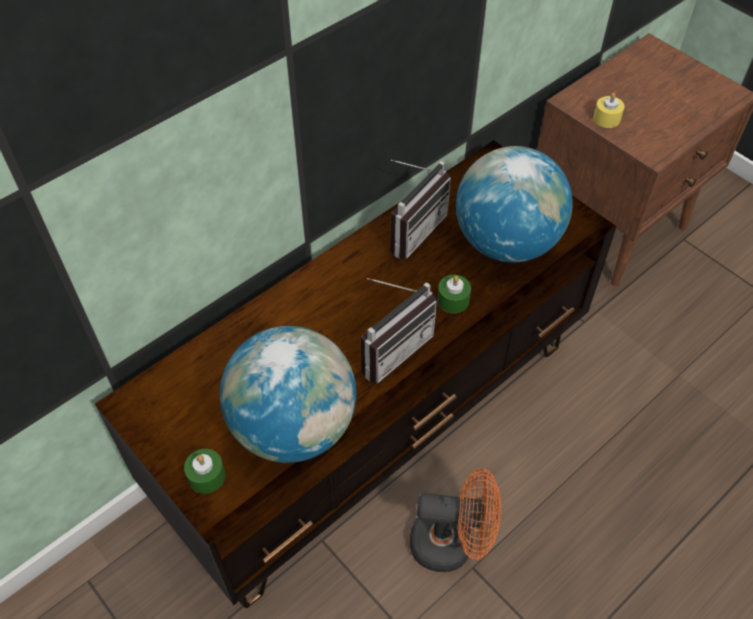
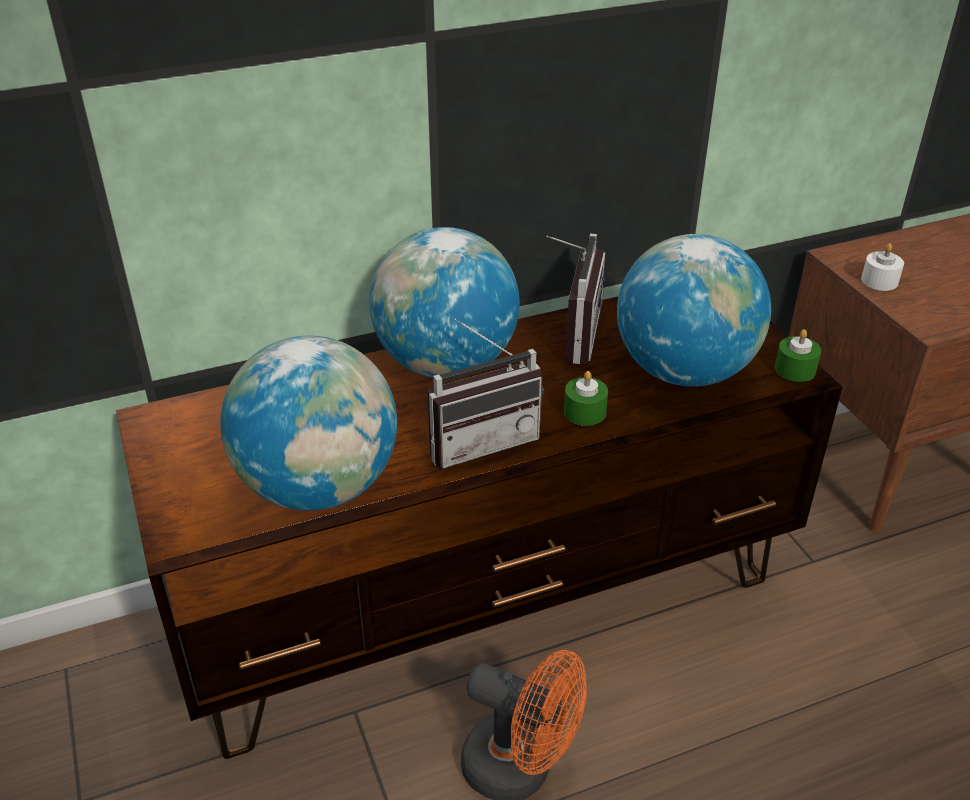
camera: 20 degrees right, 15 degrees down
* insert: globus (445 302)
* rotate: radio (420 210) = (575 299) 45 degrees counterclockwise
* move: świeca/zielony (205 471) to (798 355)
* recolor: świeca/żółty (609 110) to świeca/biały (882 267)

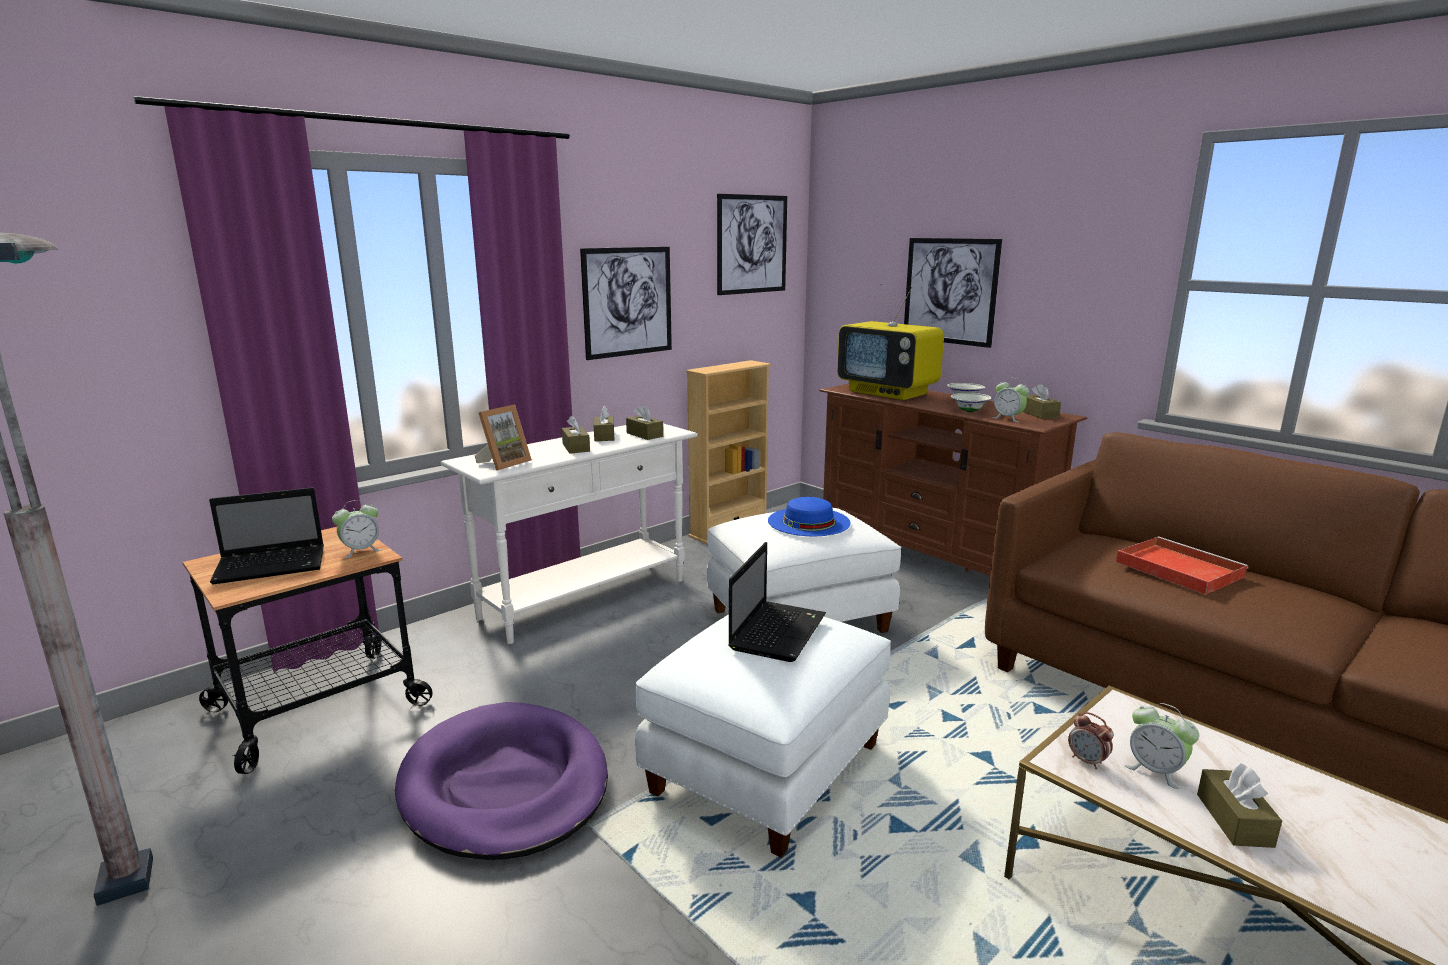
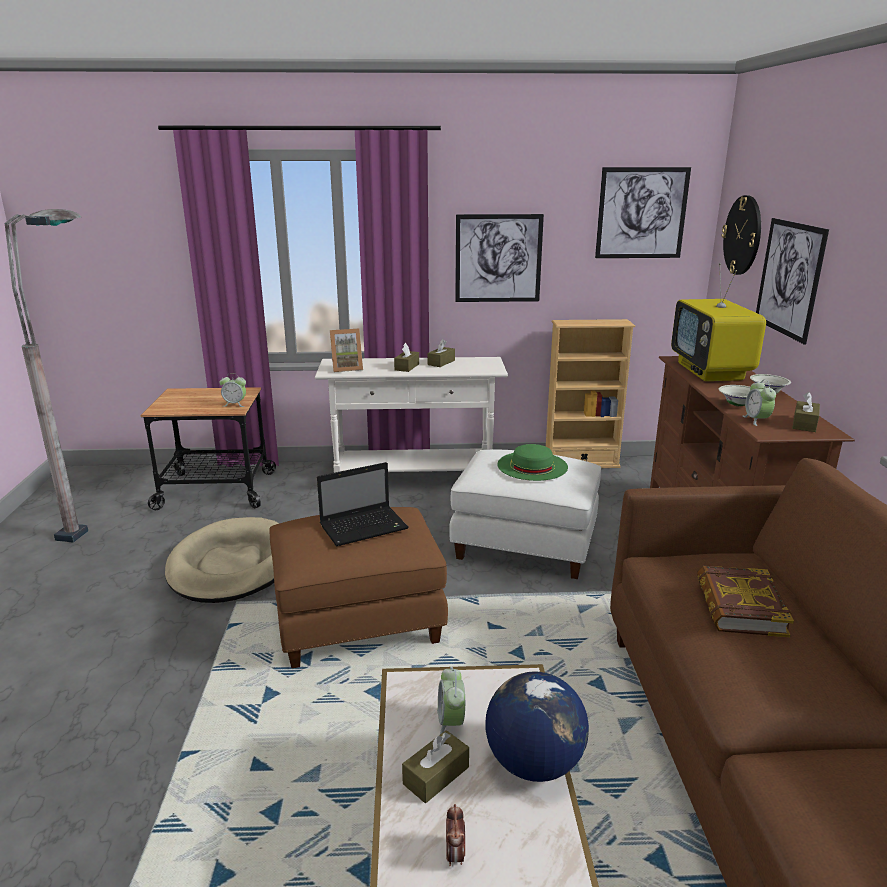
camera: 40 degrees right, 5 degrees up
* recolor: legowisko/fioletowy (501 781) to legowisko/beżowy (222 560)
* recolor: pufa/biały (763 736) to pufa/brązowy (359 587)
* move: budzik (1091 740) to (455 835)
* insert: globus (537 726)
* recolor: kapelusz/niebieski (809 516) to kapelusz/zielony (532 462)
* replace: taca/czerwony (1182 566) to książka (745 601)
* insert: zegar ścienny (741 235)
* delete: laptop (266 535)
* delete: pudełko chusteczek/brązowy (644 422)

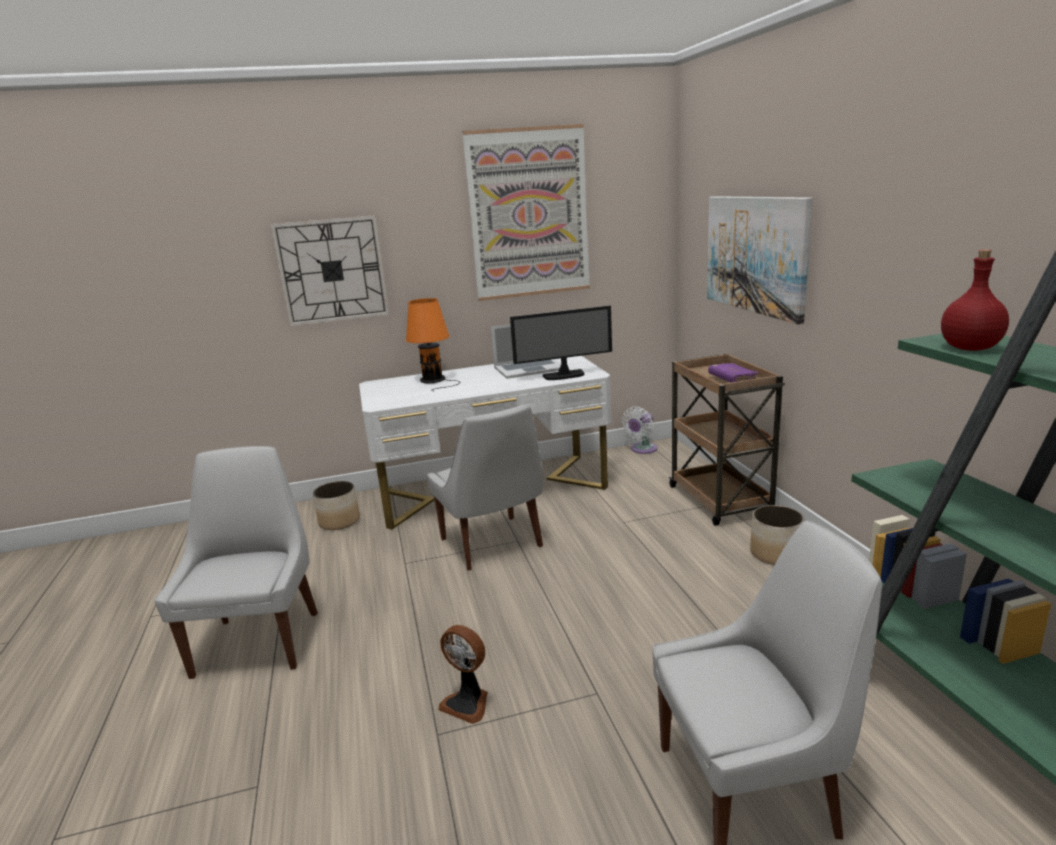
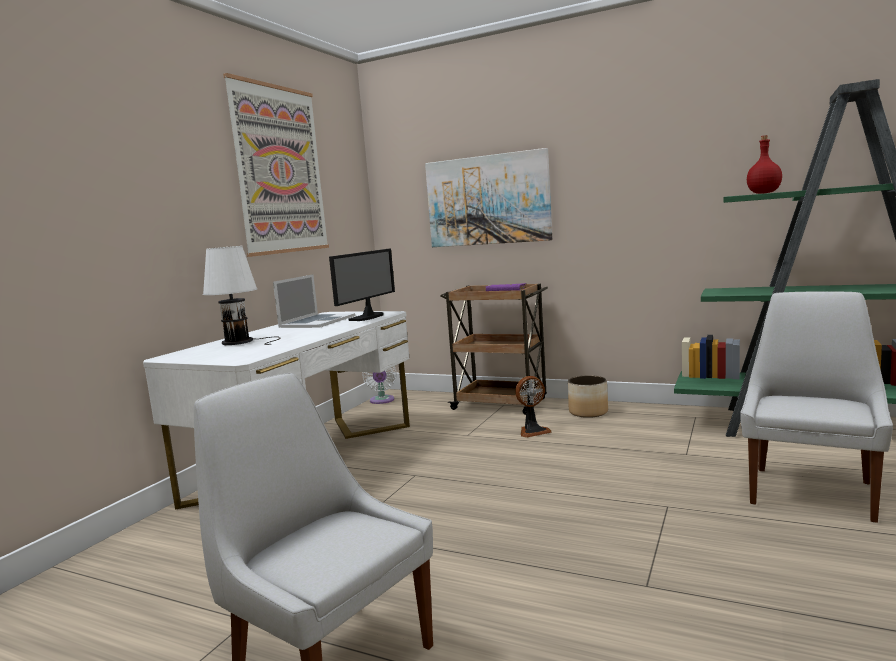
camera: 50 degrees left, 10 degrees down
* recolor: lampa stołowa/pomarańczowy (433 344) to lampa stołowa/biały (241 295)
* move: wentylator (463 674) to (533 407)
* delete: zegar ścienny (329 270)
* delete: donica (336 505)
* delete: krzesło/biały (485 487)

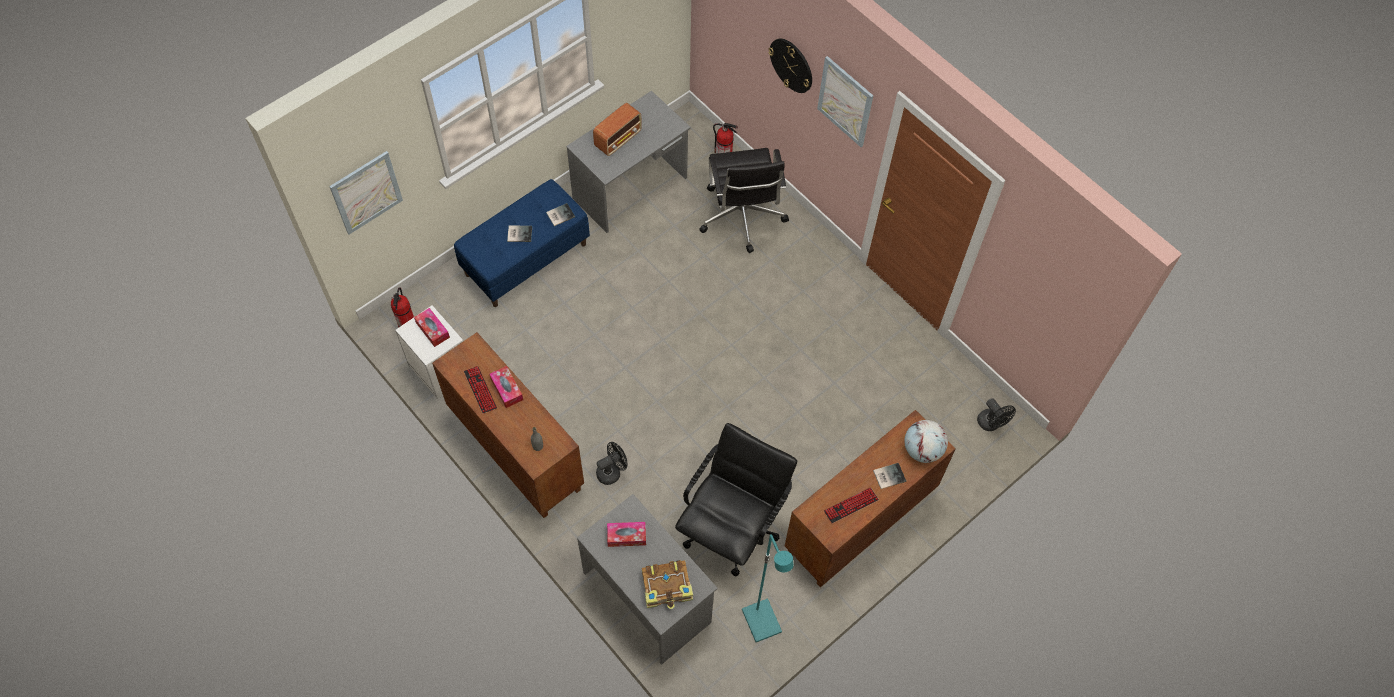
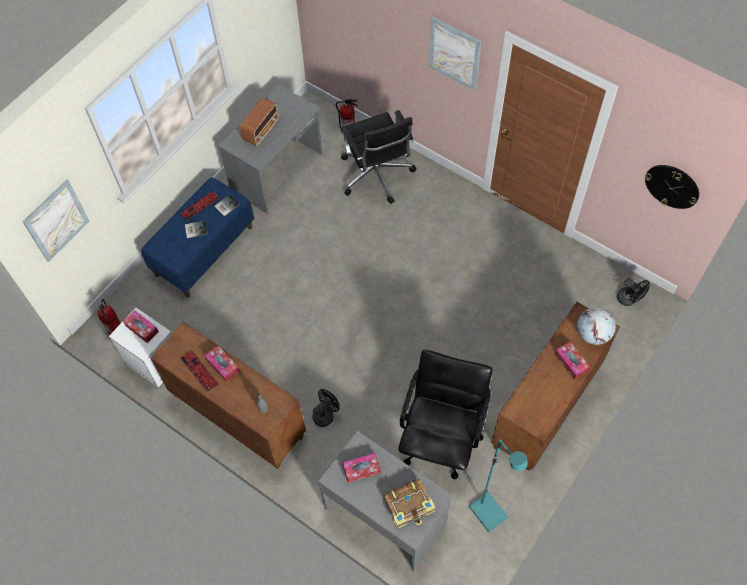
camera: 10 degrees left, 0 degrees up
* move: klawiatura (851 505) to (200 206)
* replace: książka (889 476) to pudełko chusteczek (572 360)
* move: zegar ścienny (790 65) to (672 187)

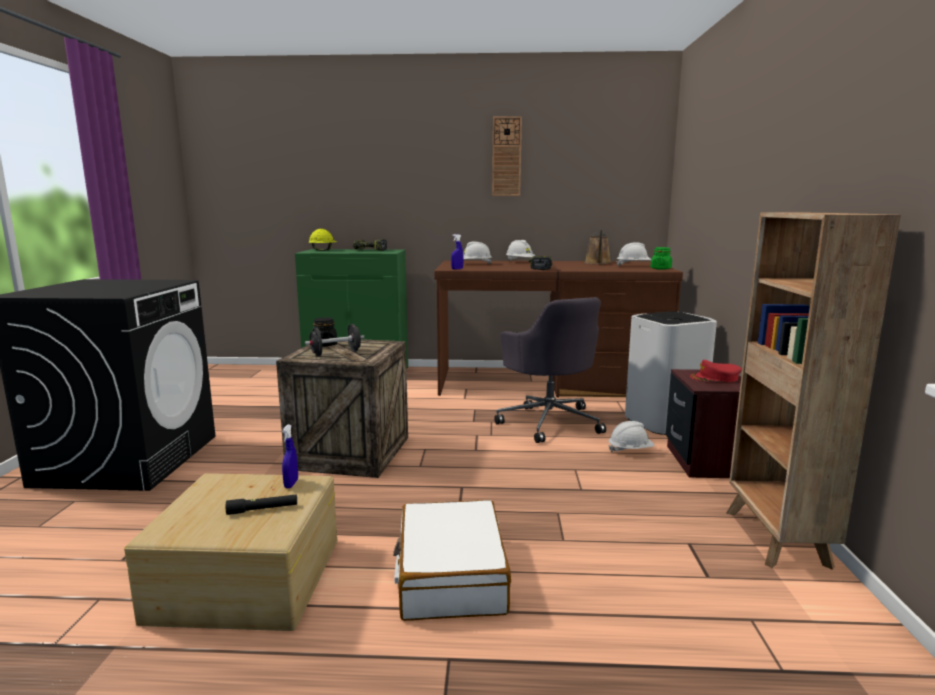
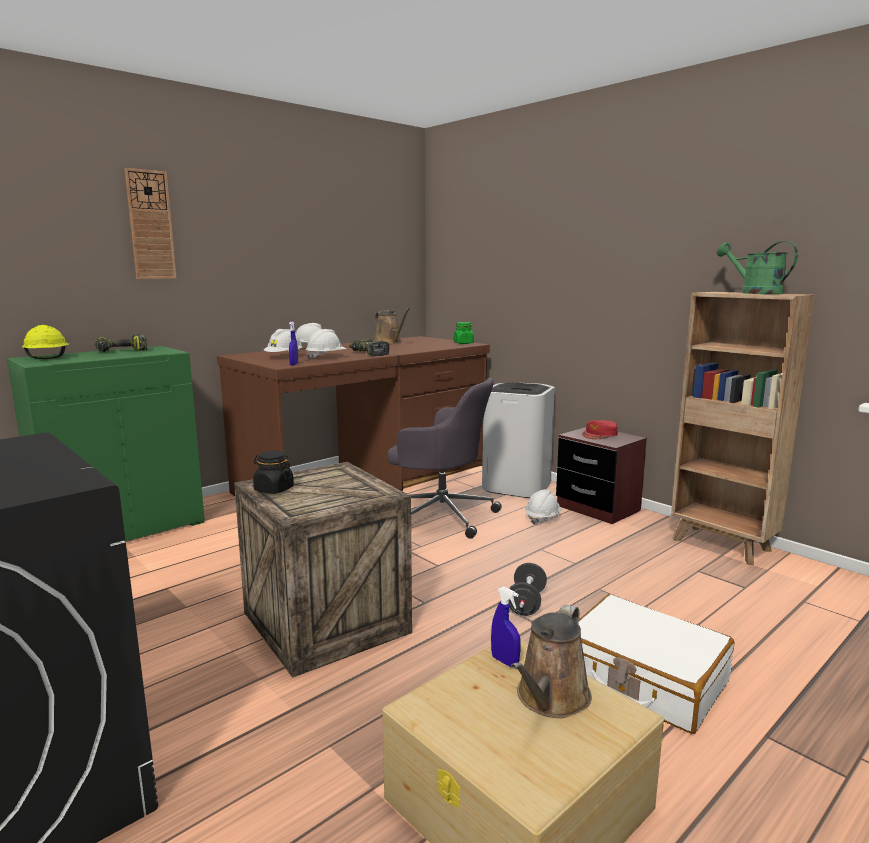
camera: 45 degrees left, 0 degrees up
* move: zegar ścienny (507 156) to (150 223)
* move: kask/biały (633 254) to (325 344)
* move: hantel/czarny (334 340) to (528 589)
* replace: latarka/czarny (261 505) to konewka/brązowy (551 661)
* insert: konewka/zielony (757 267)

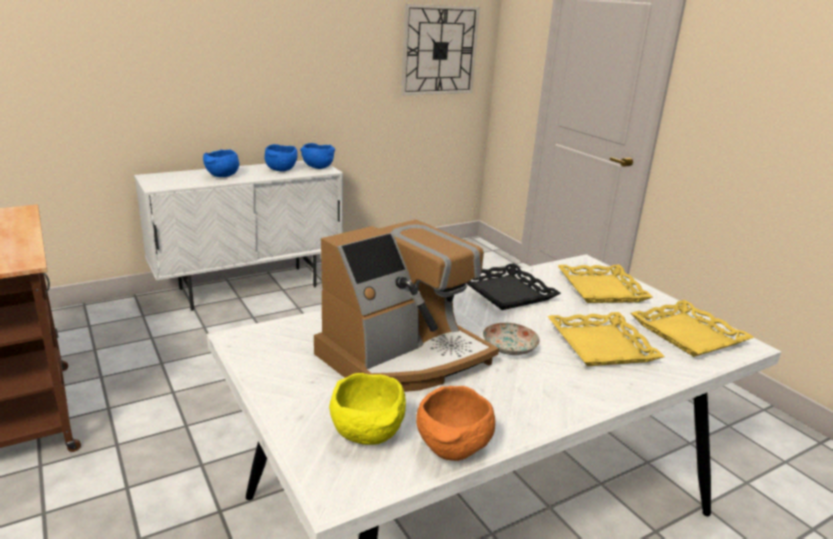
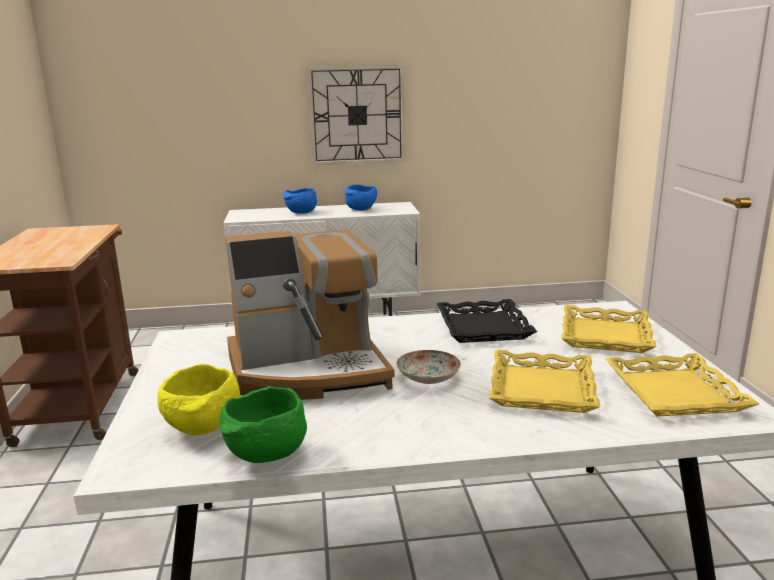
camera: 25 degrees right, 5 degrees down
* recolor: miska/pomarańczowy (455 423) to miska/zielony (263 424)
* move: zegar ścienny (440 50) to (356 115)
* delete: miska/niebieski (317 156)

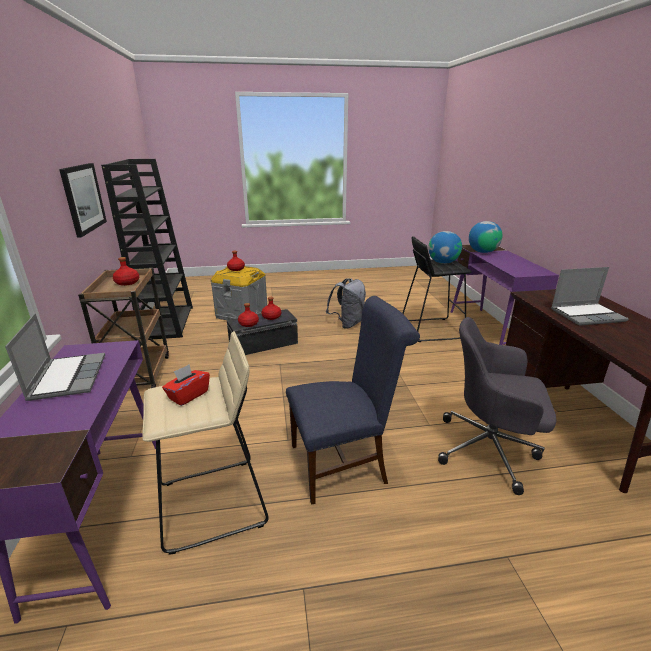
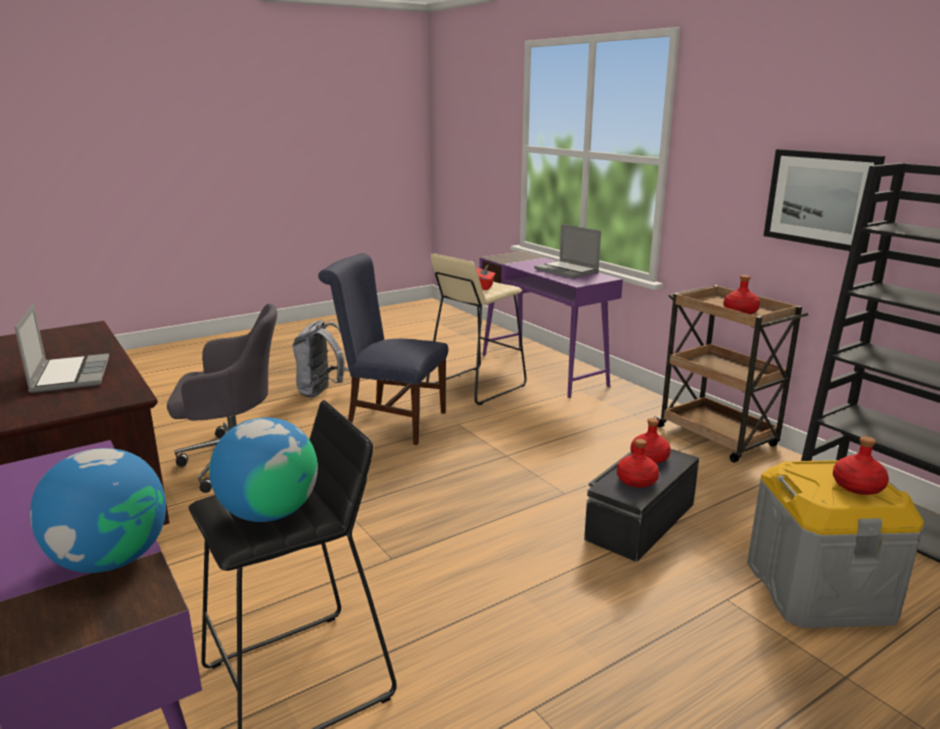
camera: 155 degrees right, 5 degrees down
* rotate: laptop (590 296) = (62 348) 105 degrees clockwise
* move: plecak/szary (346 303) to (320 359)
* rotate: krzesło/niebieski (353 400) = (383 349) 60 degrees clockwise

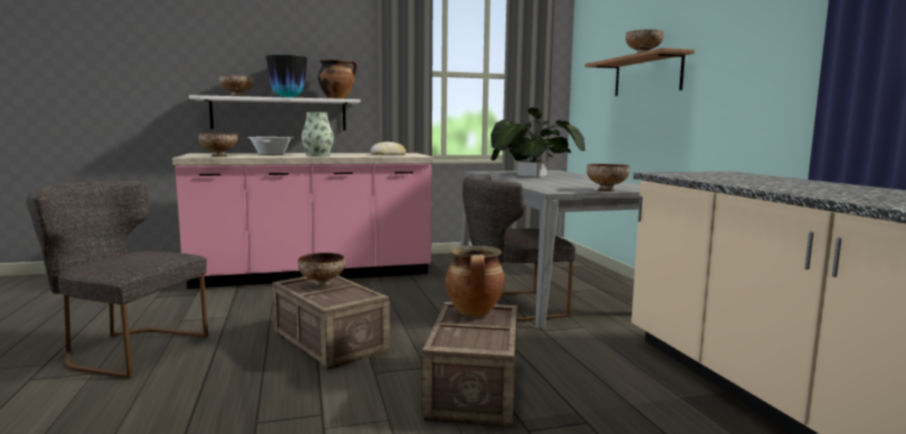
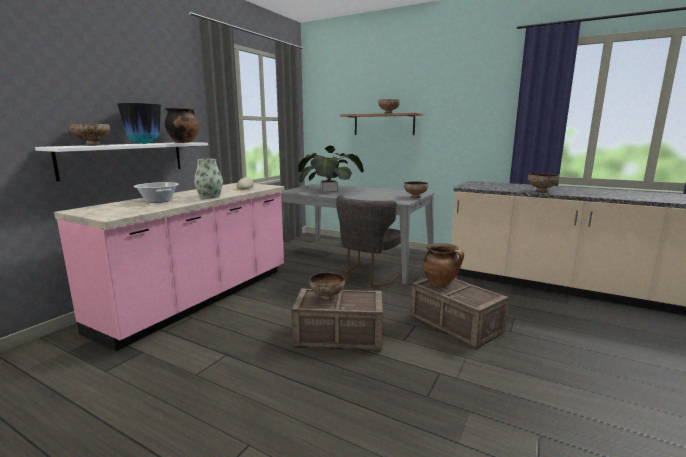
camera: 45 degrees left, 5 degrees up
* move: miska (218 145) to (543 183)
* delete: krzesło/szary (117 279)

